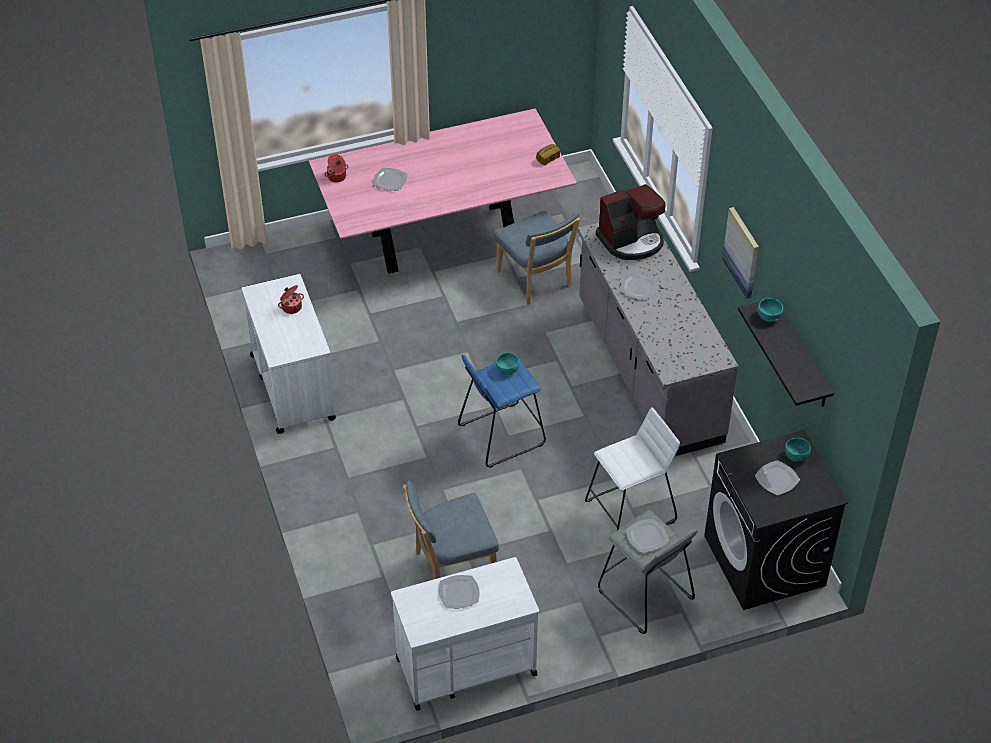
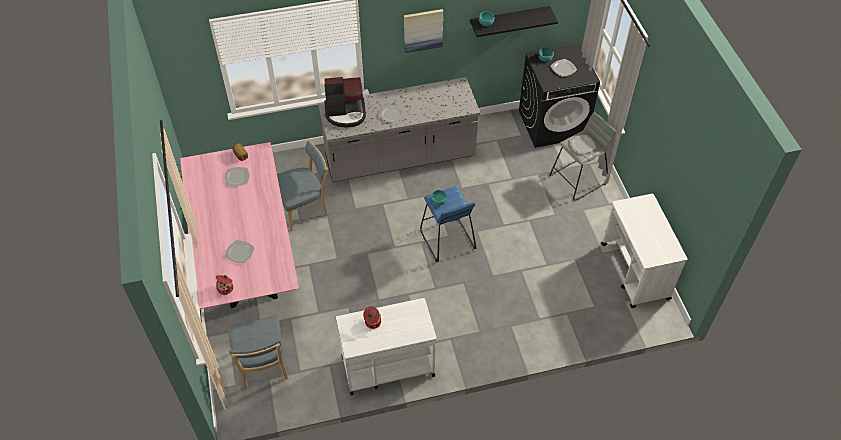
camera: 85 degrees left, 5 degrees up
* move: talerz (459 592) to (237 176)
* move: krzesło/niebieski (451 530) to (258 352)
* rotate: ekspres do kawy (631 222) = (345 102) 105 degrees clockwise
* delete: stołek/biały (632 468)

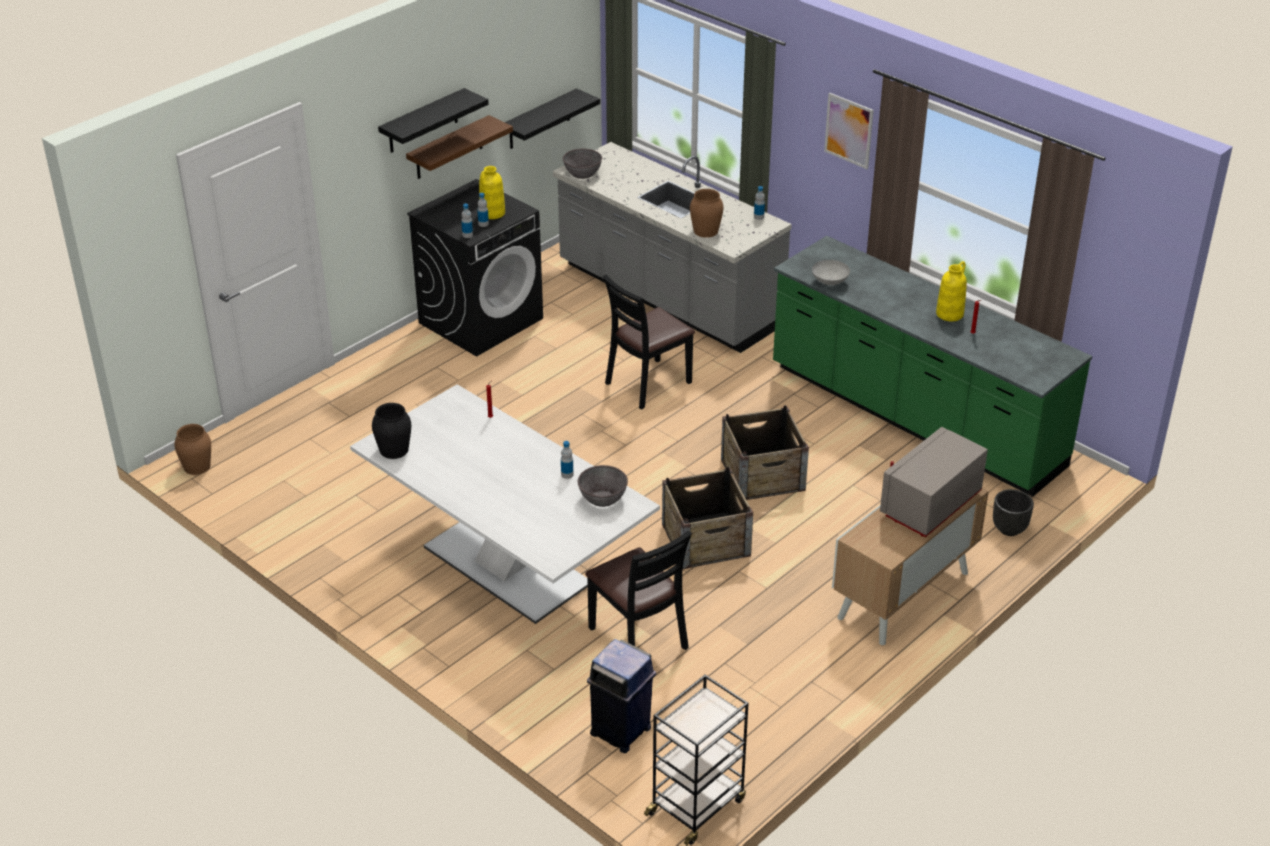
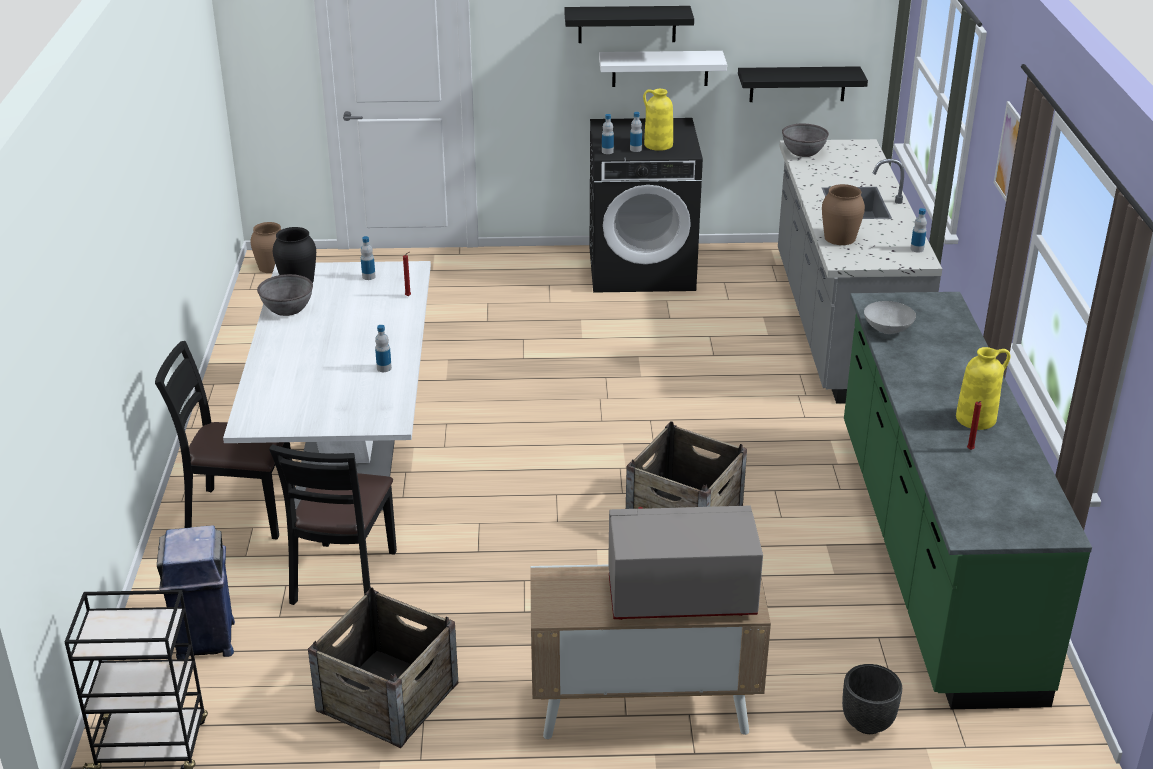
camera: 45 degrees right, 5 degrees down
* move: krzesło/czarny (649 341) to (225 440)
* move: miska/szary (603 486) to (285 295)
* move: skrzynka (707 518) to (383 667)
* insert: butelka (368 258)
* recolor: półka/brązowy (459 147) to półka/biały (663 69)

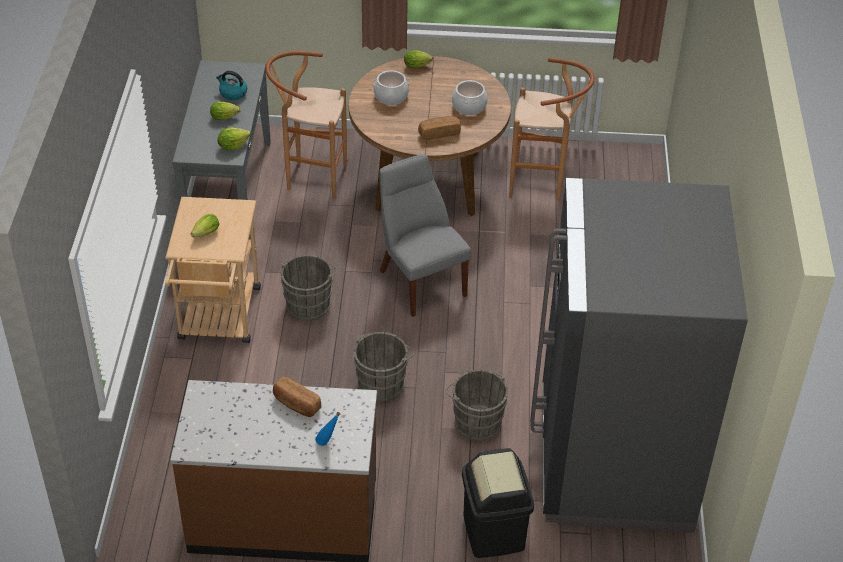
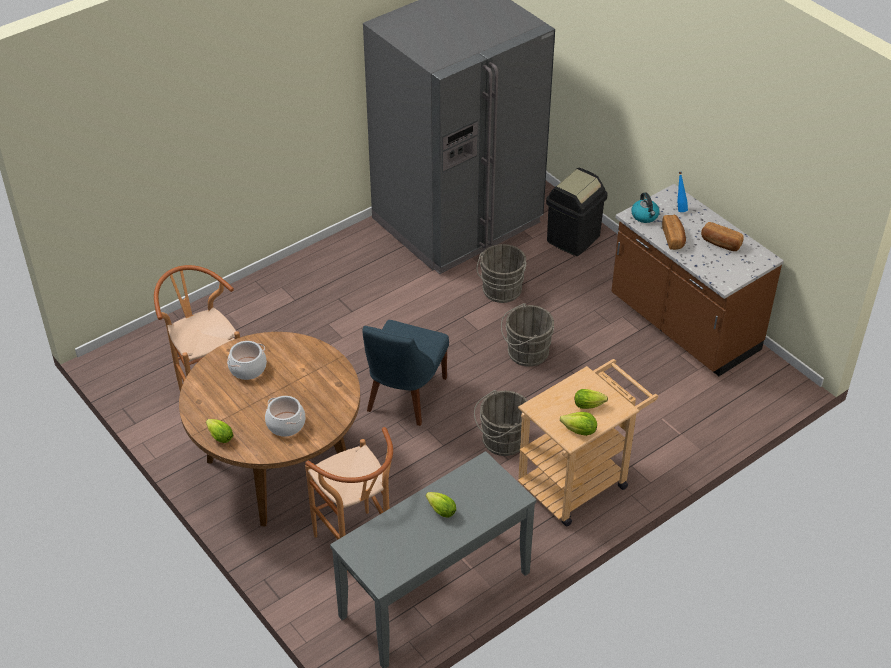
camera: 130 degrees left, 0 degrees up
* recolor: krzesło/szary (425 235) to krzesło/niebieski (406 373)
* move: sałata (234 139) to (578 424)
* move: czajnik (231 85) to (645 207)
* move: chleb (439 128) to (722 236)

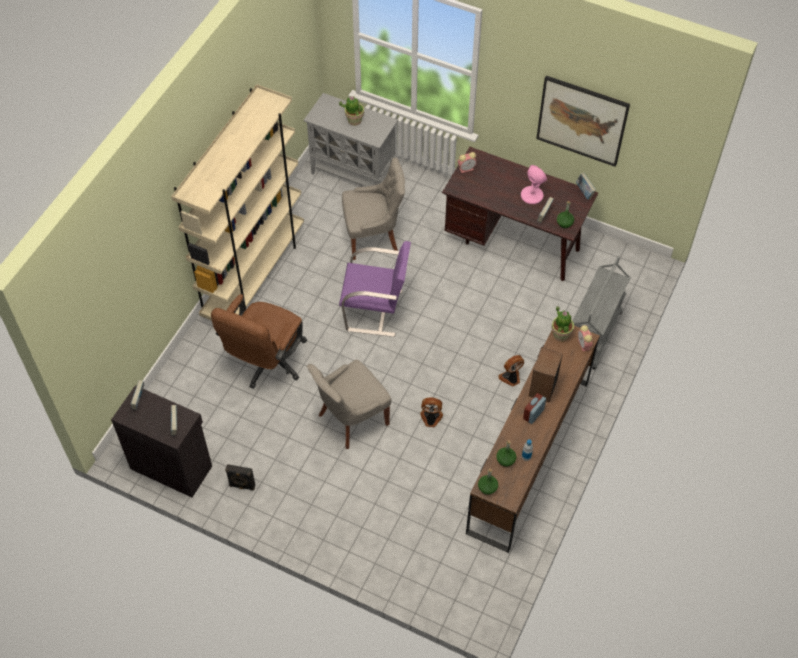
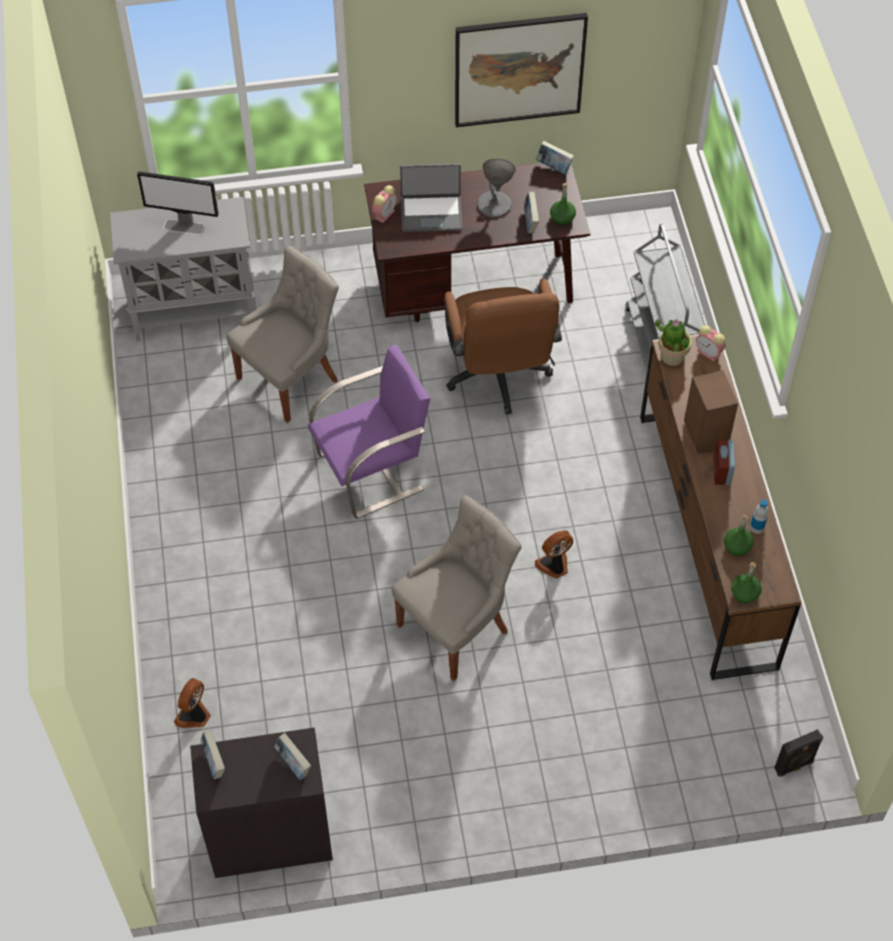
camera: 35 degrees left, 0 degrees up
* replace: roślina doniczkowa (351 111) to monitor (178 203)
* move: wentylator (511 371) to (192 703)
* rotate: krzesło/szary (349 404) = (457 588) 150 degrees counterclockwise
* insert: laptop (431 197)
* move: krzesło biurowe/brązowy (259 341) to (503 346)
* recolor: lampa stołowa/różowy (534 184) to lampa stołowa/szary (496 188)
* move: głośnik/czarny (240 477) to (798 753)
* delete: regał/beżowy (237 202)

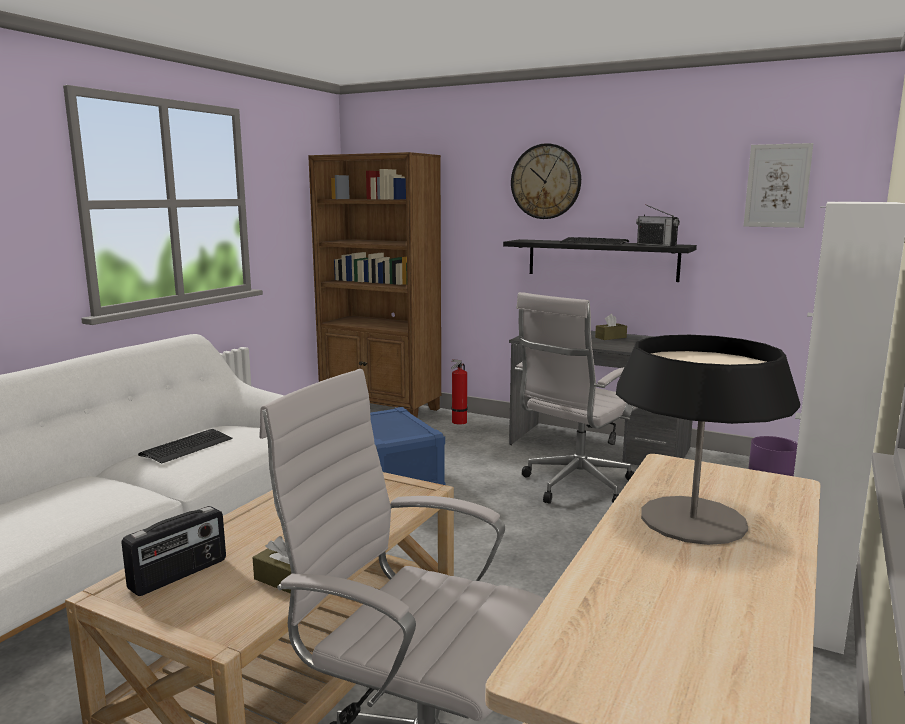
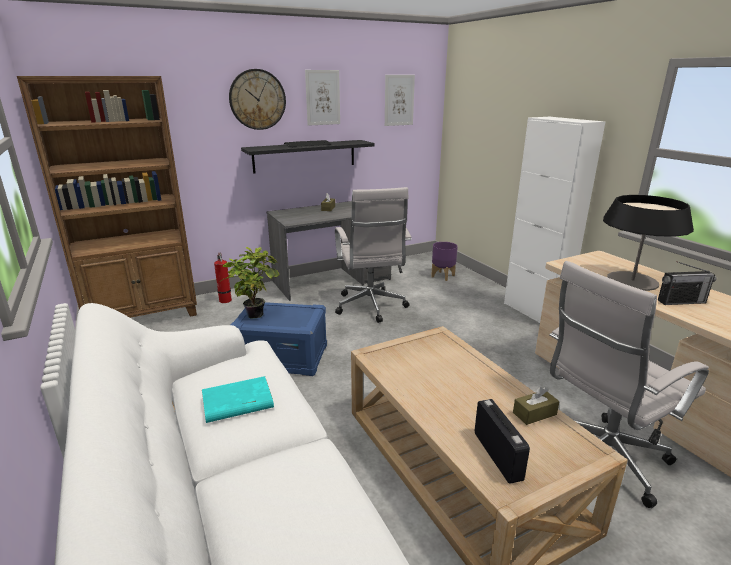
camera: 55 degrees left, 10 degrees up
* replace: klawiatura (185 446) to książka/turkusowy (238 399)
* insert: roślina doniczkowa (250 283)
* insert: obraz (322 98)
* move: radio (658 225) to (687 283)

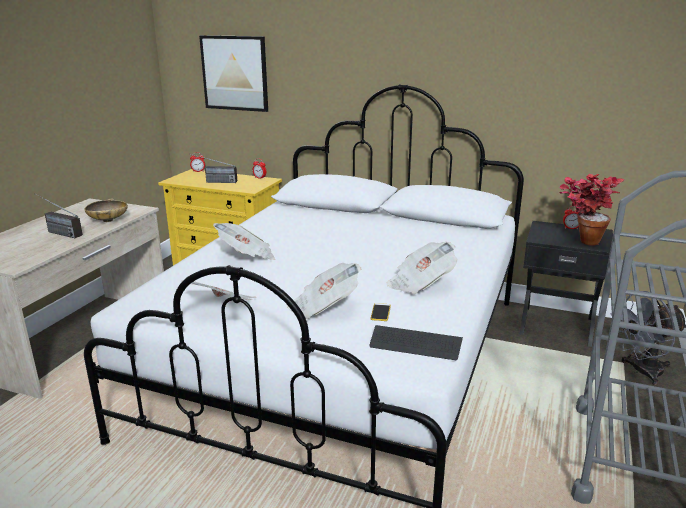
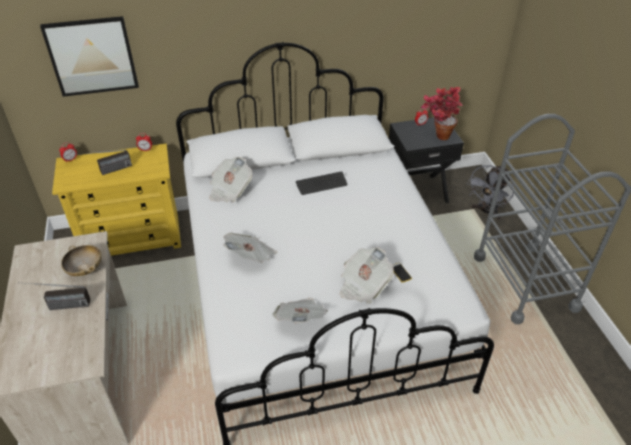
camera: 35 degrees left, 20 degrees up
* move: gazeta (422 268) to (230 179)
* move: klawiatura (416 342) to (321 183)

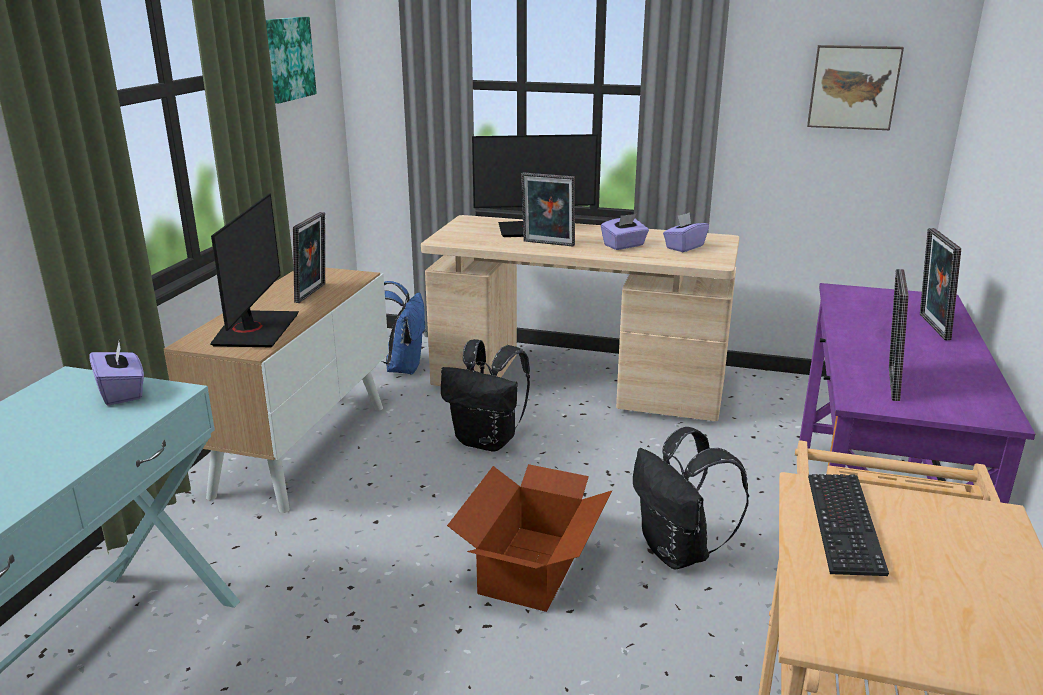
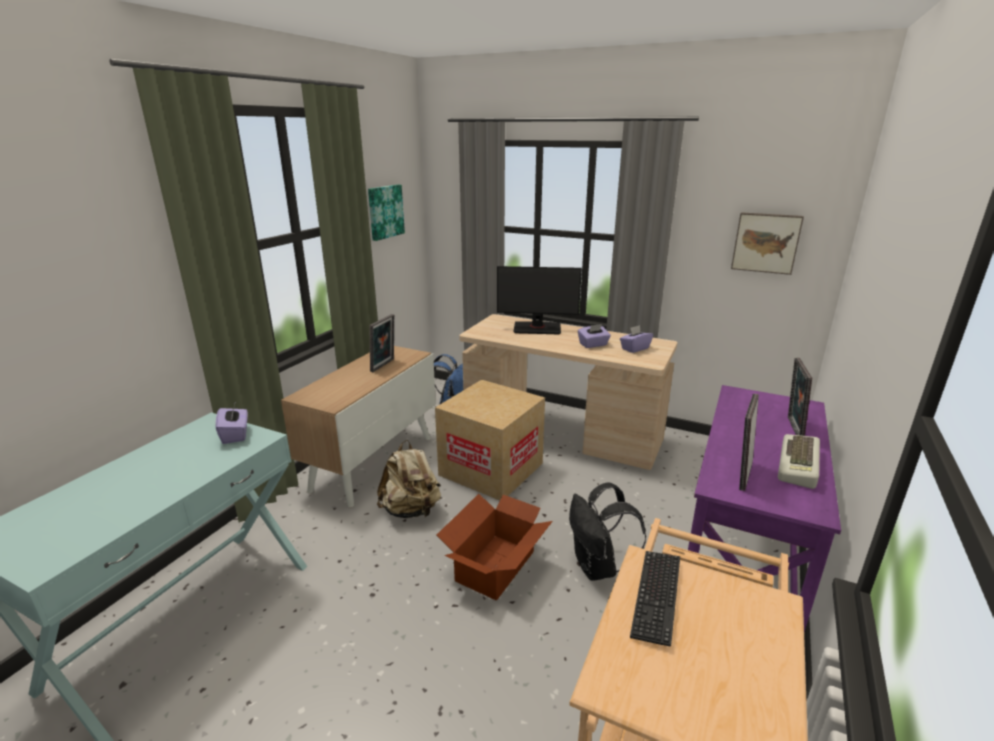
camera: 10 degrees right, 0 degrees up
* insert: plecak/beżowy (409 479)
* replace: plecak/czarny (485 395) to karton (490 439)
* insert: klawiatura (799 461)
* delete: monitor (254 270)
* delete: ramka na zdjęcie (548 209)

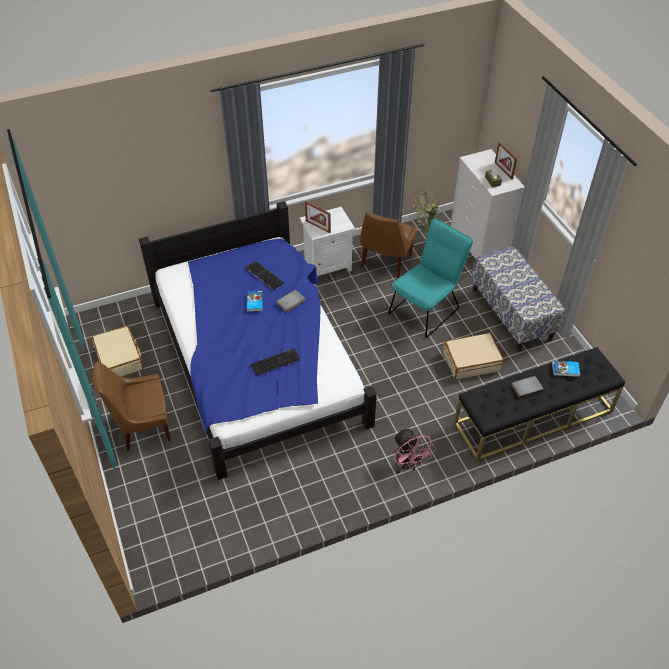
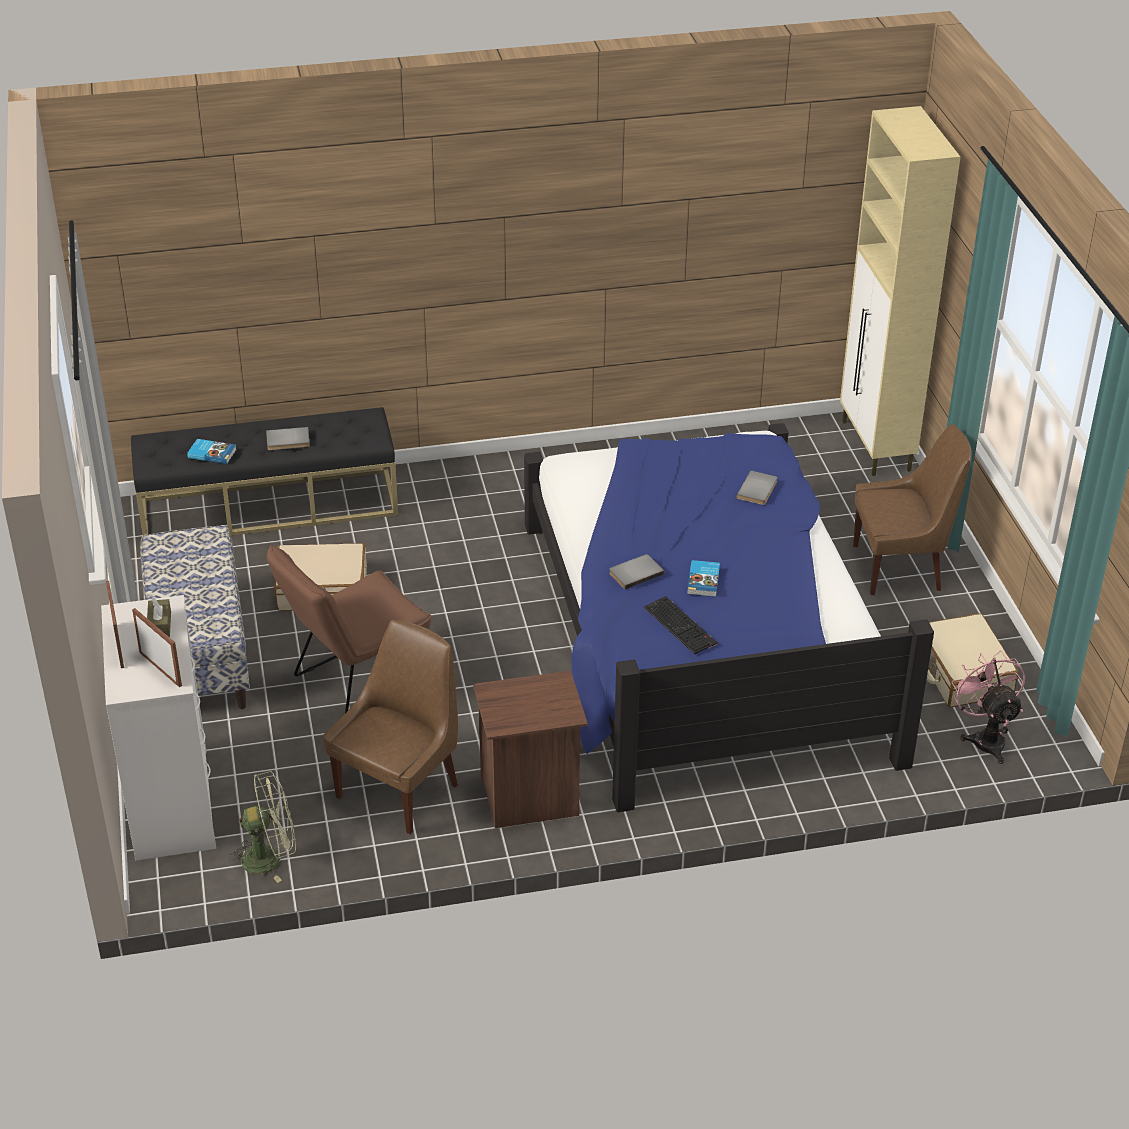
camera: 170 degrees left, 10 degrees down
* move: ramka na zdjęcie (318 217) to (157 647)
* recolor: krzesło/turkusowy (430 278) to krzesło/brązowy (349 628)
* recolor: szafka nocna/biały (327 241) to szafka nocna/brązowy (530 749)
* insert: książka/szary (757 487)
* insert: szafka/beżowy (900 291)
* move: wentylator/różowy (415 451) to (988 707)
* delete: klawiatura (276 361)

